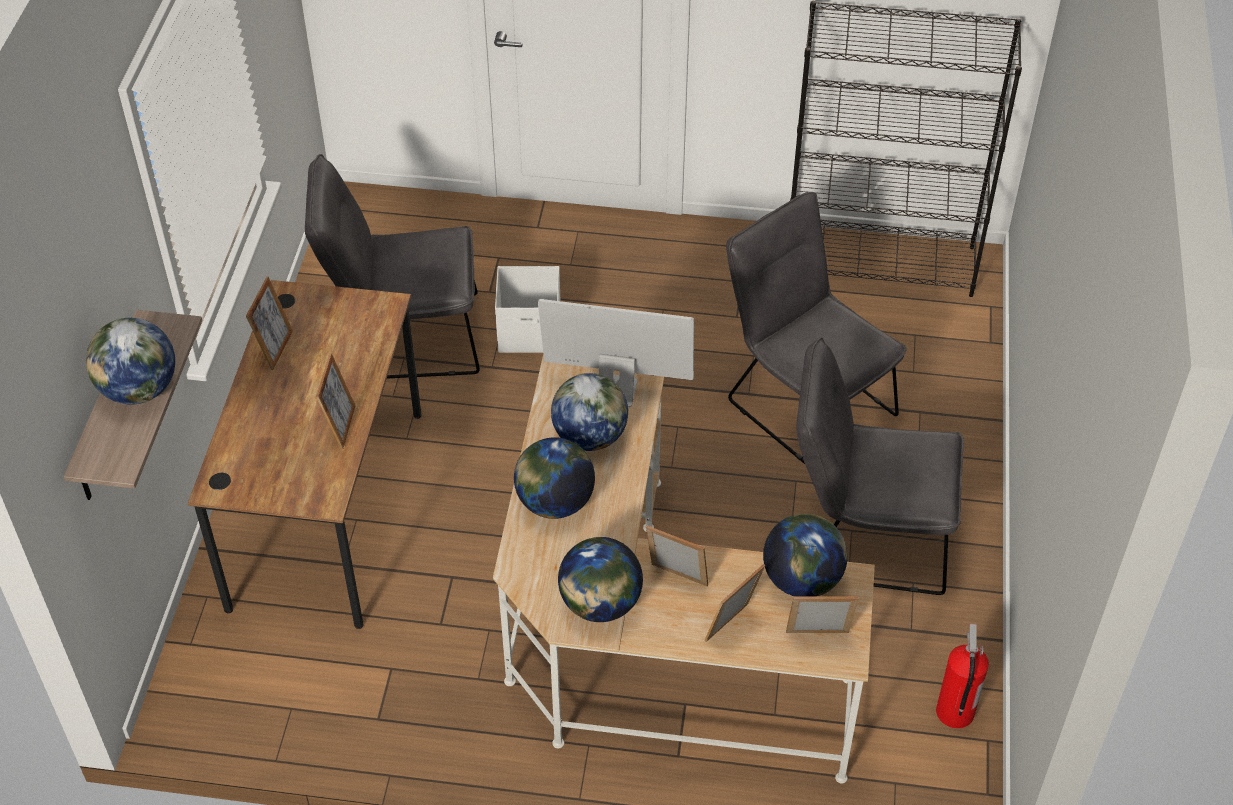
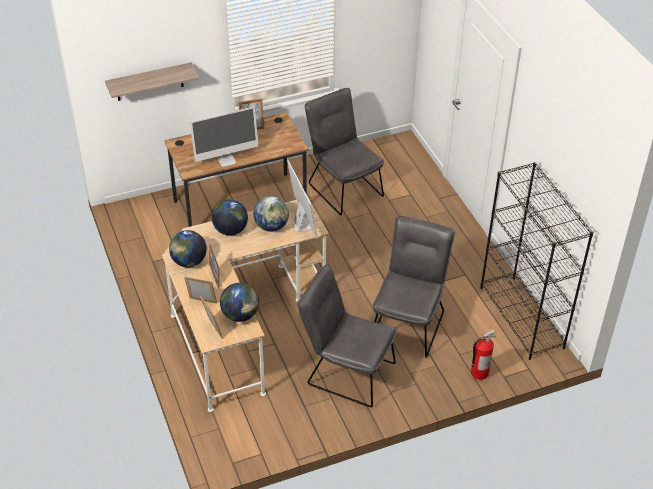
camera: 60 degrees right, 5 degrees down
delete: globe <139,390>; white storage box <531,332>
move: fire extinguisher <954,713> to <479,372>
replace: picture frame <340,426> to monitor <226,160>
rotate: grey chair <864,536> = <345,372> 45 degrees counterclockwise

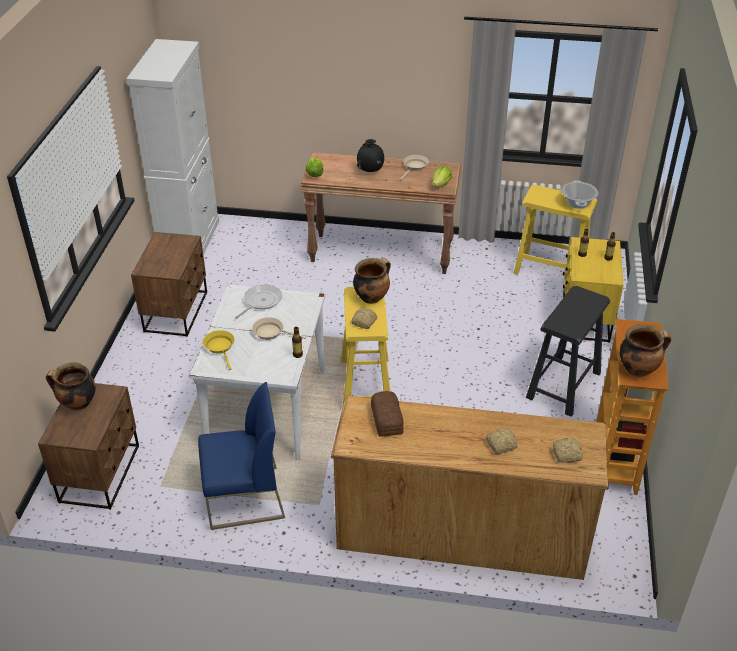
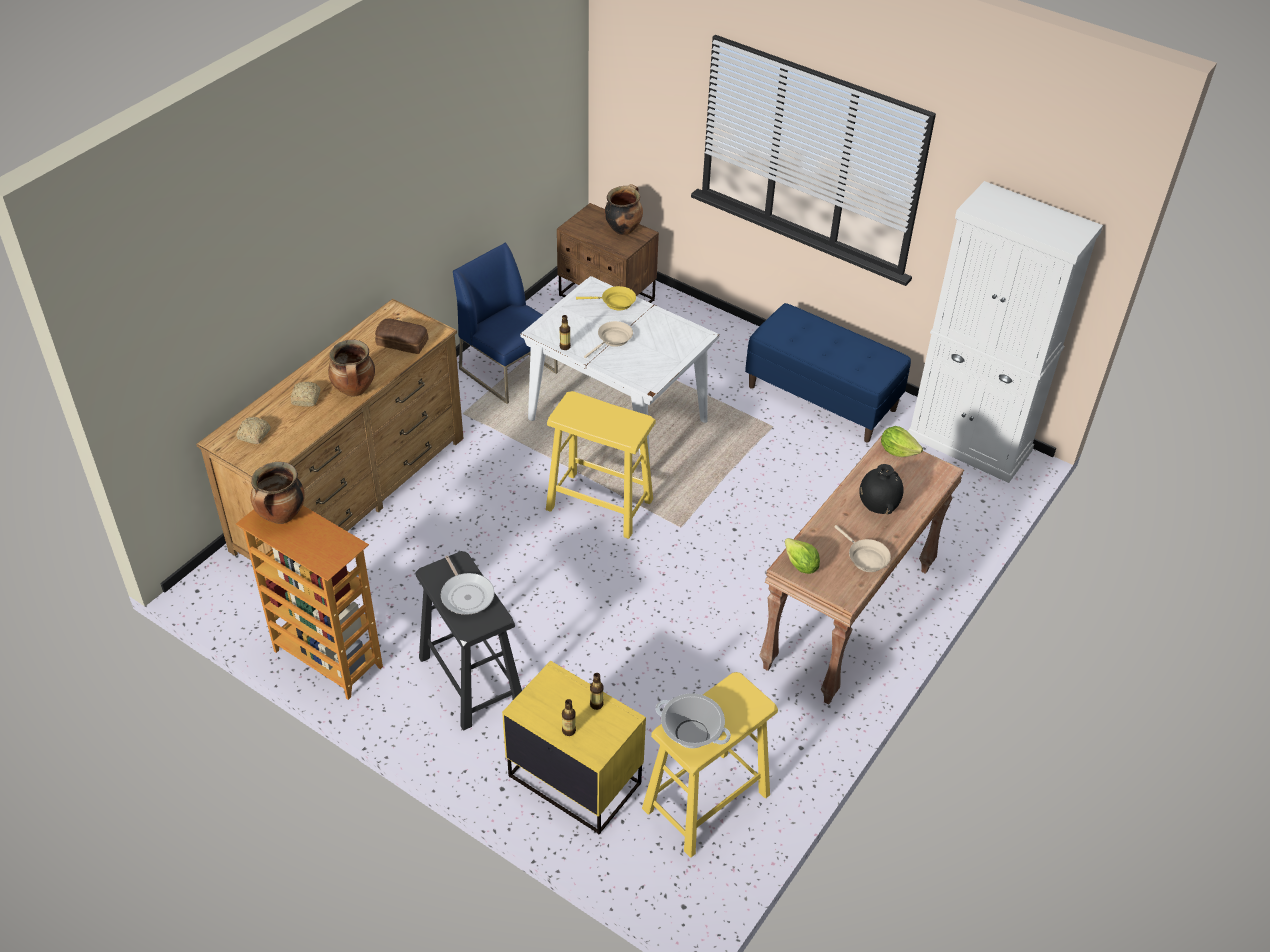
camera: 115 degrees right, 5 degrees up
delete: bread <363,322>
move: frying pan <261,301> to <466,595>; cooking pot <371,297> to <355,390>
replace: brown nightstand <177,312> to blue bench <822,398>
rotate: blue chair <243,498> = <509,371> 120 degrees clockwise

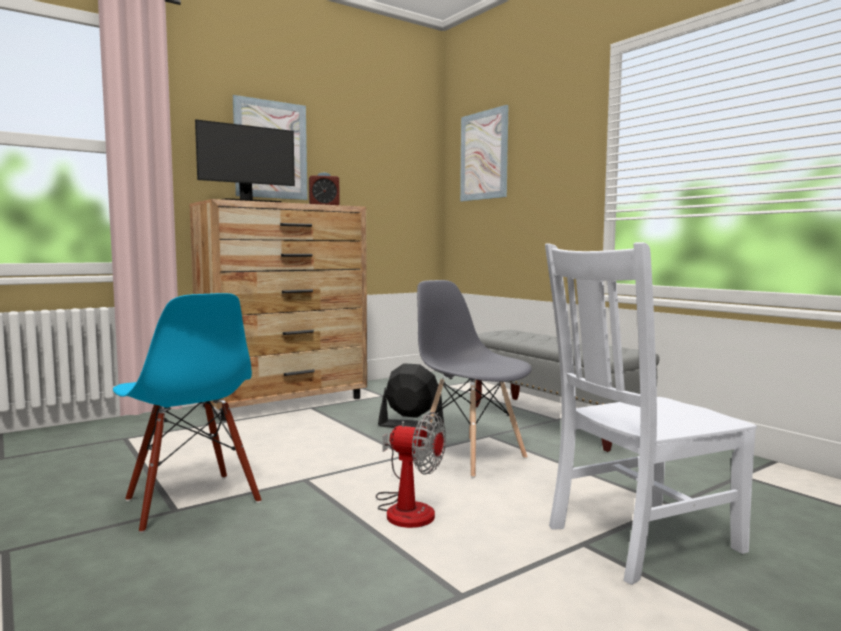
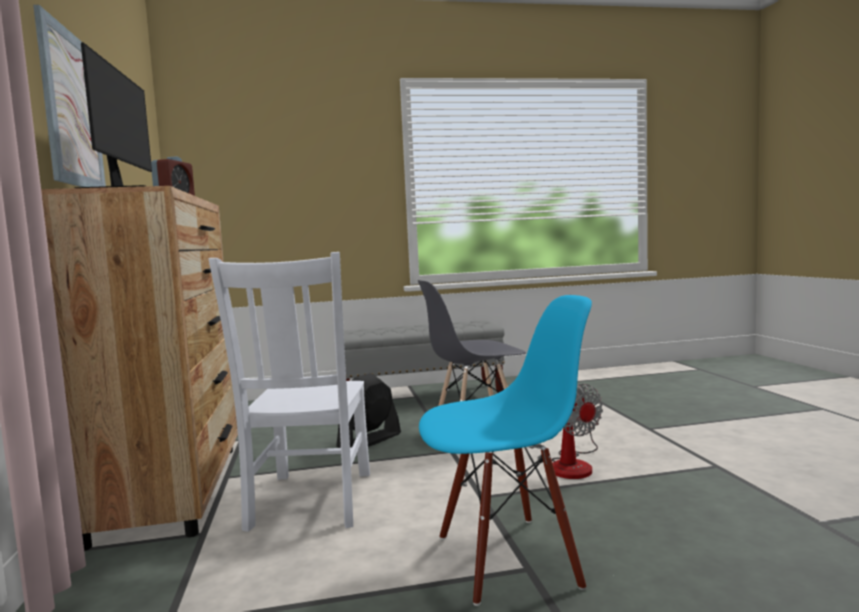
camera: 65 degrees left, 0 degrees up
delete: picture <484,155>
move: white chair <638,539> to <310,502>
rotate: fan <406,508> = <574,464> 105 degrees clockwise

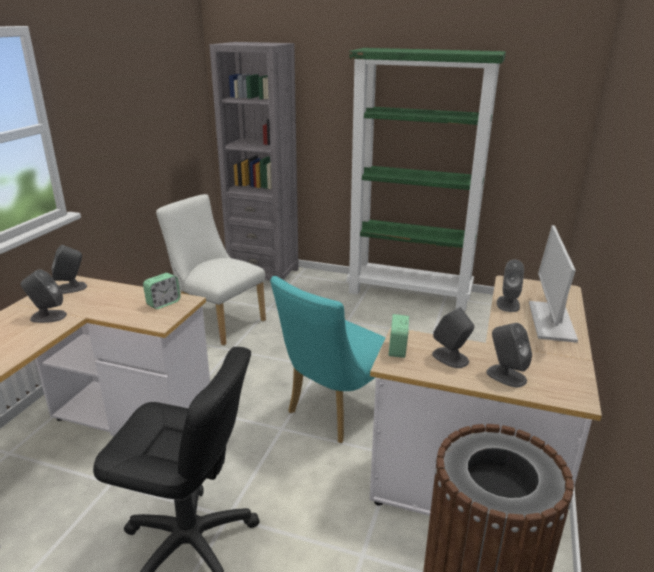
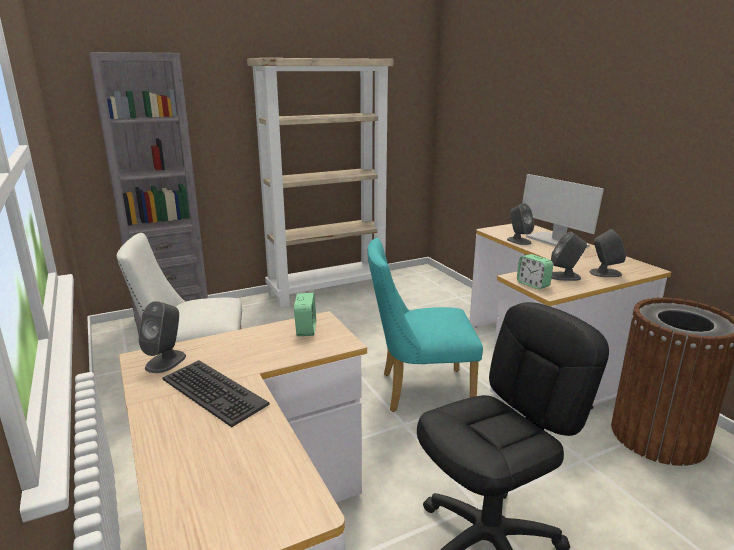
camera: 45 degrees left, 5 degrees down
replace: grey speaker <48,316> to keyboard <212,392>
recolor: green bookcase <410,293> to beige bookcase <328,290>
rotate: turquoise chair <335,412> = <418,391> 90 degrees clockwise

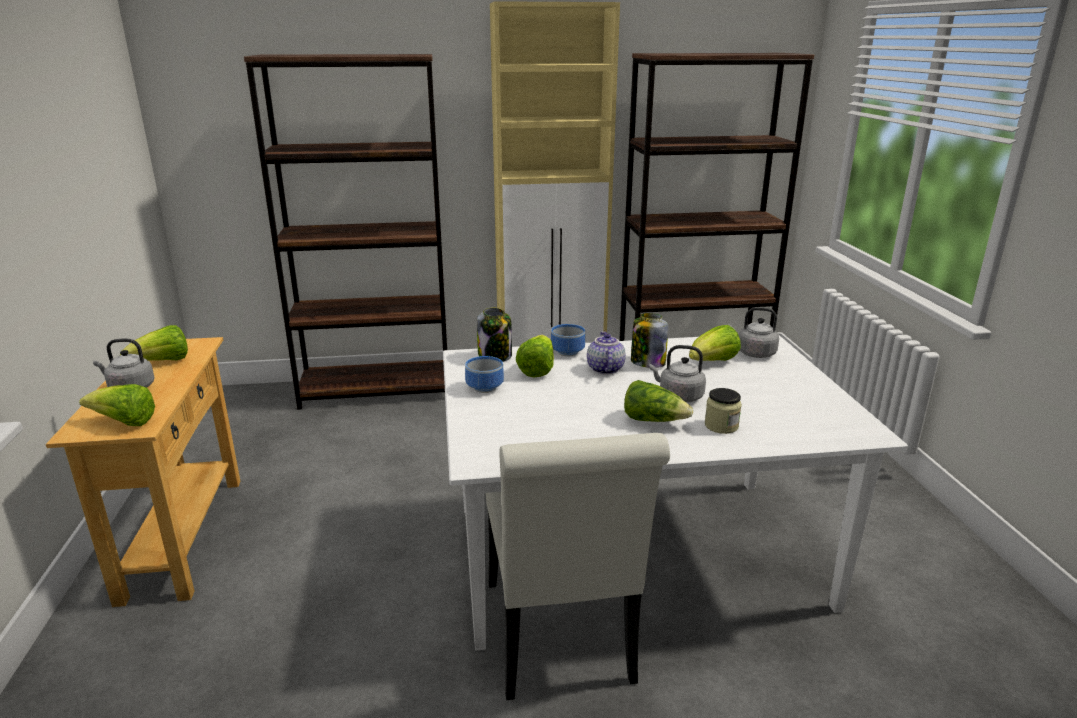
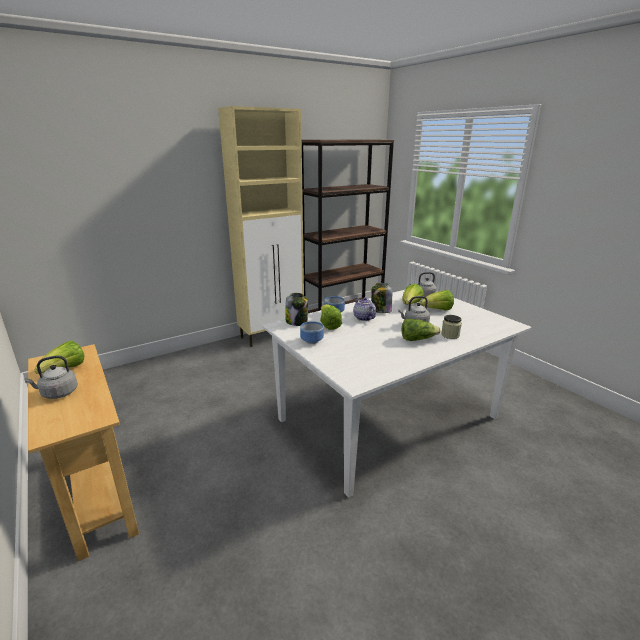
camera: 25 degrees left, 0 degrees up
delete: brown bookcase <377,391>; white chair <560,640>
move: lettuce <125,423> to <437,310>

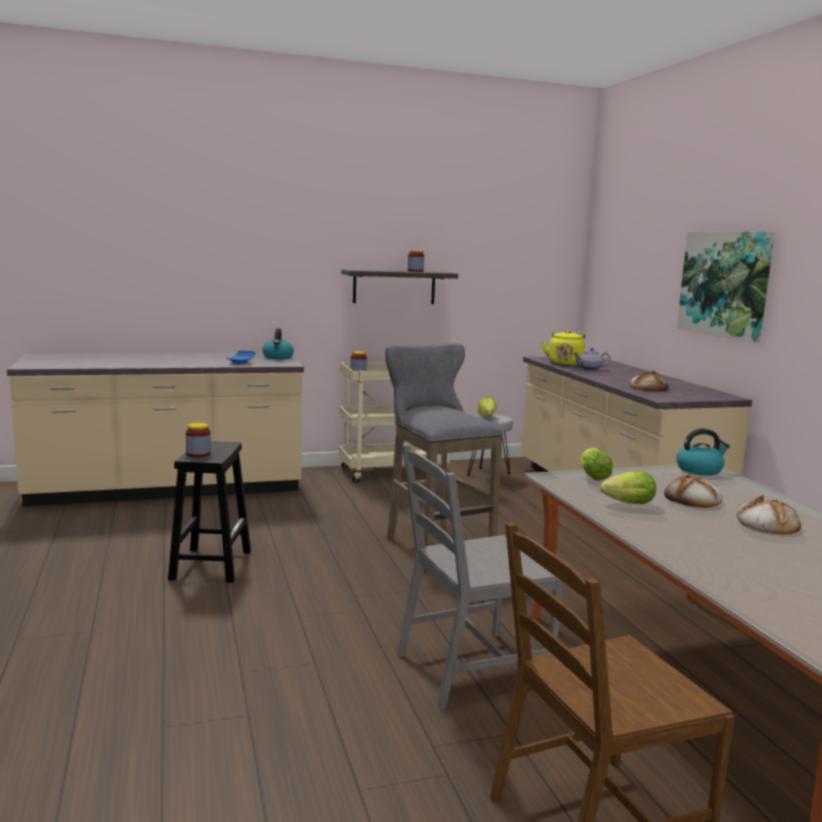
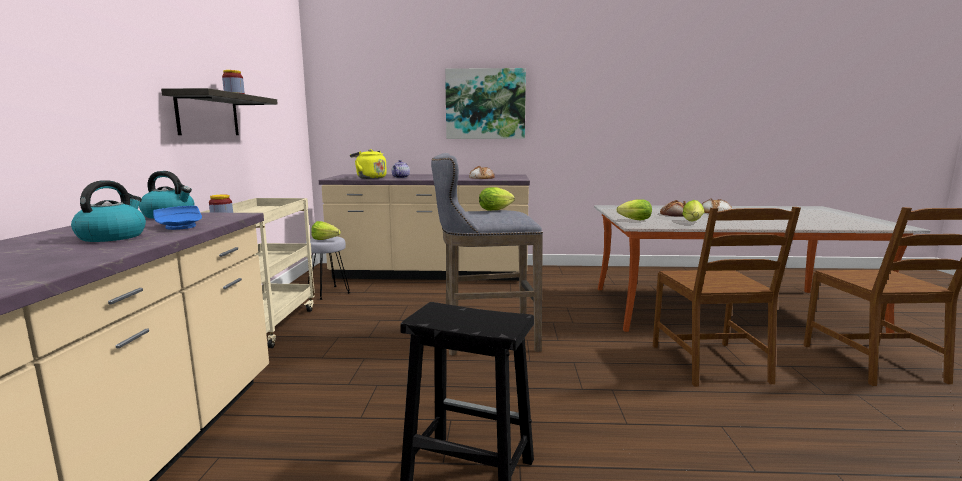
camera: 70 degrees left, 0 degrees up
delete: jar <198,454>
insert: lettuce <497,210>
move: kettle <699,470> to <113,236>
recolor: grey chair <470,669> to brown chair <711,363>

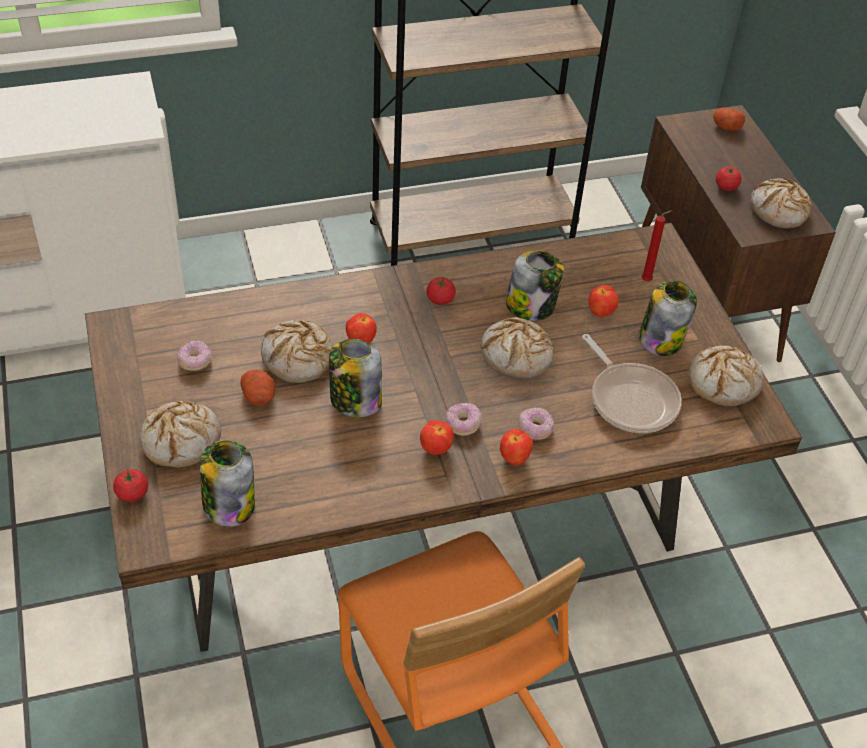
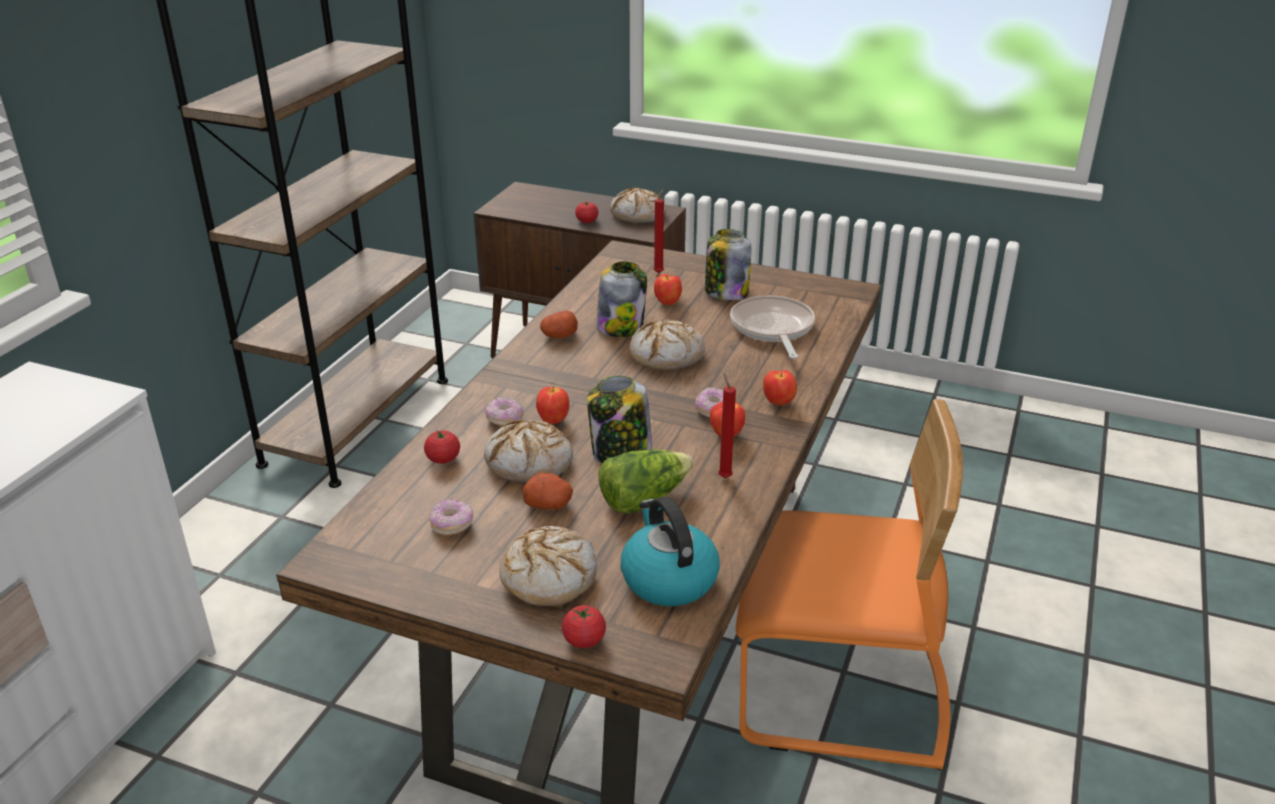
camera: 50 degrees left, 15 degrees down
delete: bread <724,383>
insert: lettuce <643,498>; red candle <724,476>
move: tomato <440,299> to <443,459>; donut <535,429> to <504,419>; potato <726,127> to <559,336>
replace: jar <228,504> to kettle <668,578>
rotate: frying pan <631,399> = <772,329> 105 degrees counterclockwise

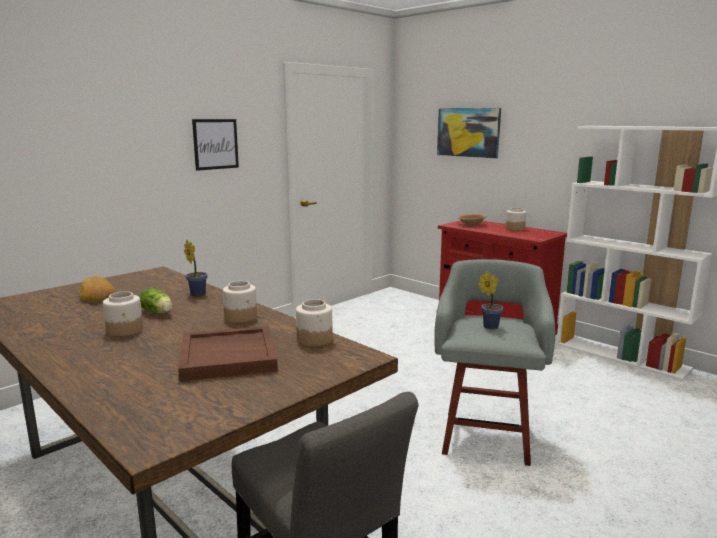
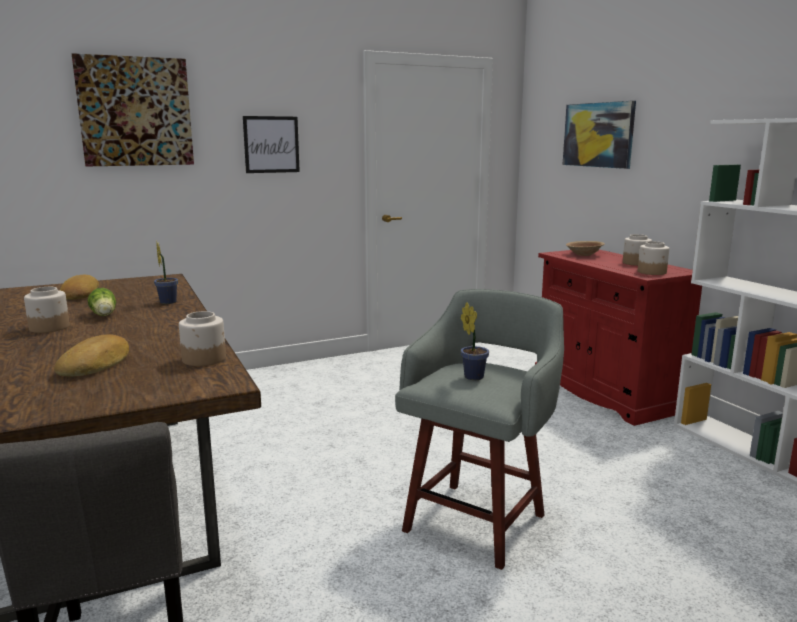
camera: 20 degrees right, 0 degrees up
insert: picture <135,112>
move: jar <241,317> to <652,272>
replace: brown tray <229,356> to bread <96,364>

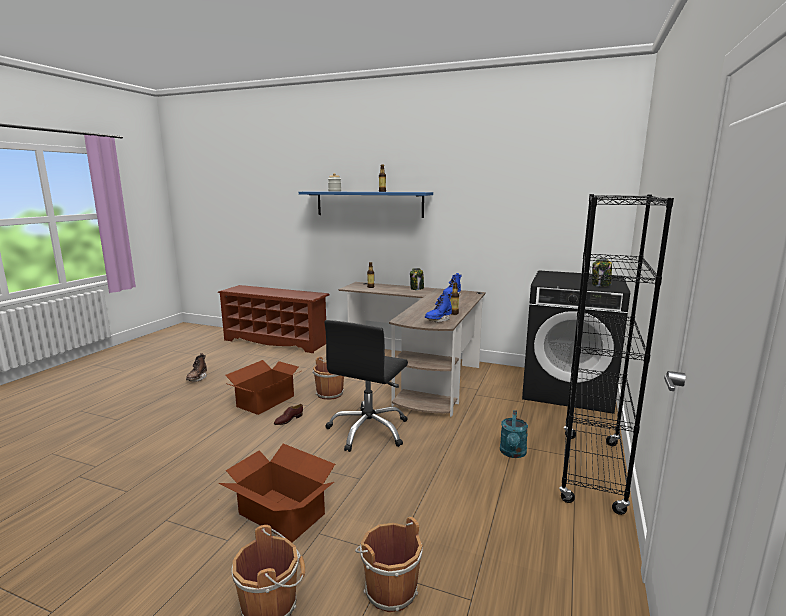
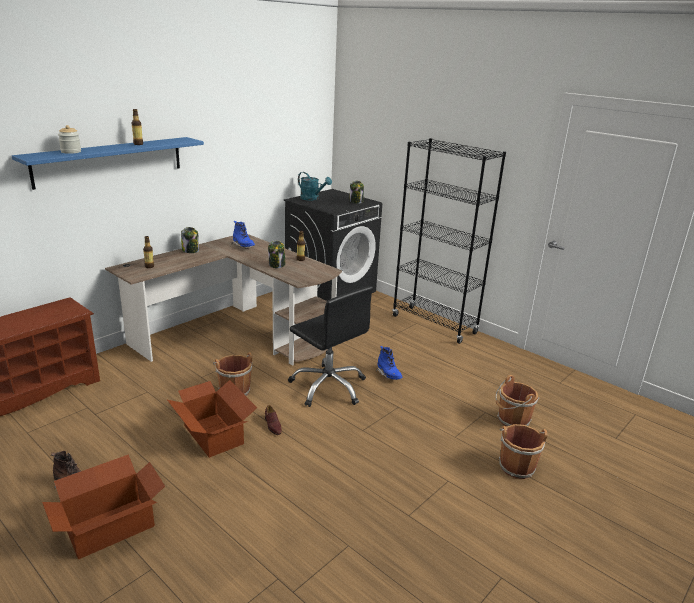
camera: 70 degrees left, 10 degrees up
insert: jar <277,265>
move: cardboard box <282,513> to <109,527>; blue boot <438,320> to <388,375>; turquoise watering can <513,453> to <312,199>

